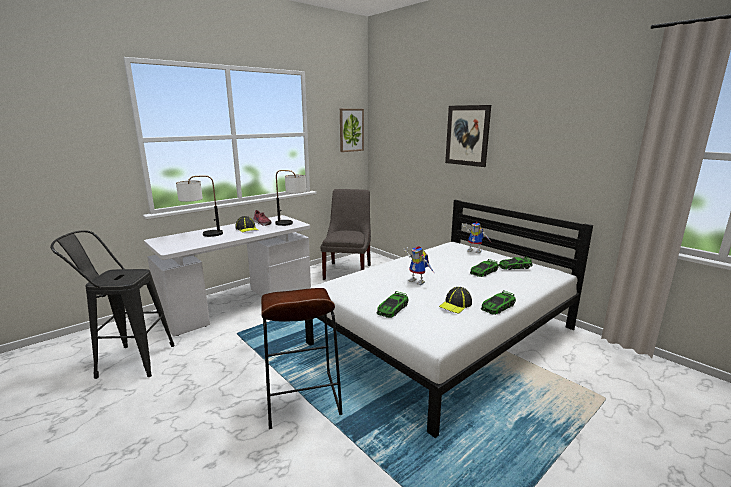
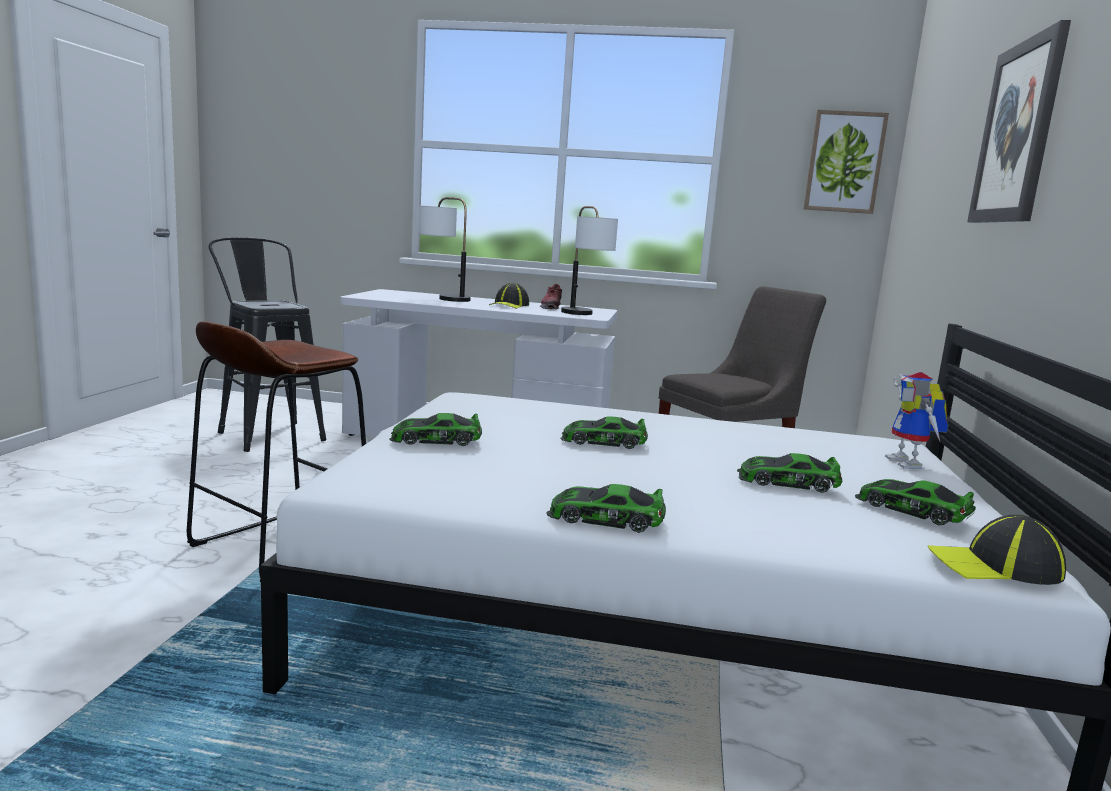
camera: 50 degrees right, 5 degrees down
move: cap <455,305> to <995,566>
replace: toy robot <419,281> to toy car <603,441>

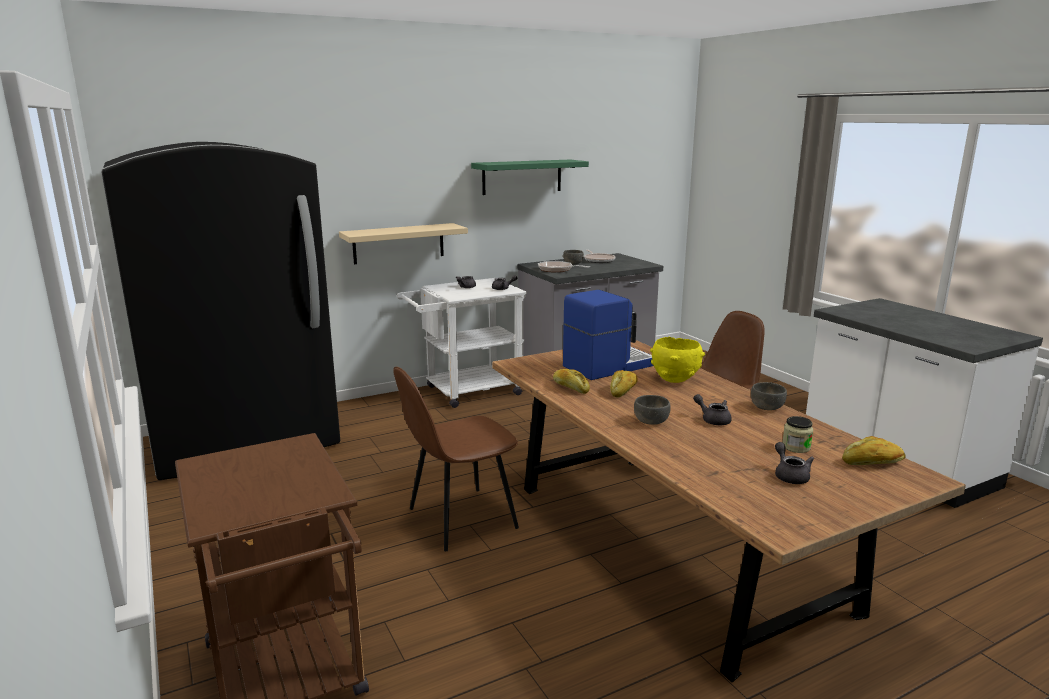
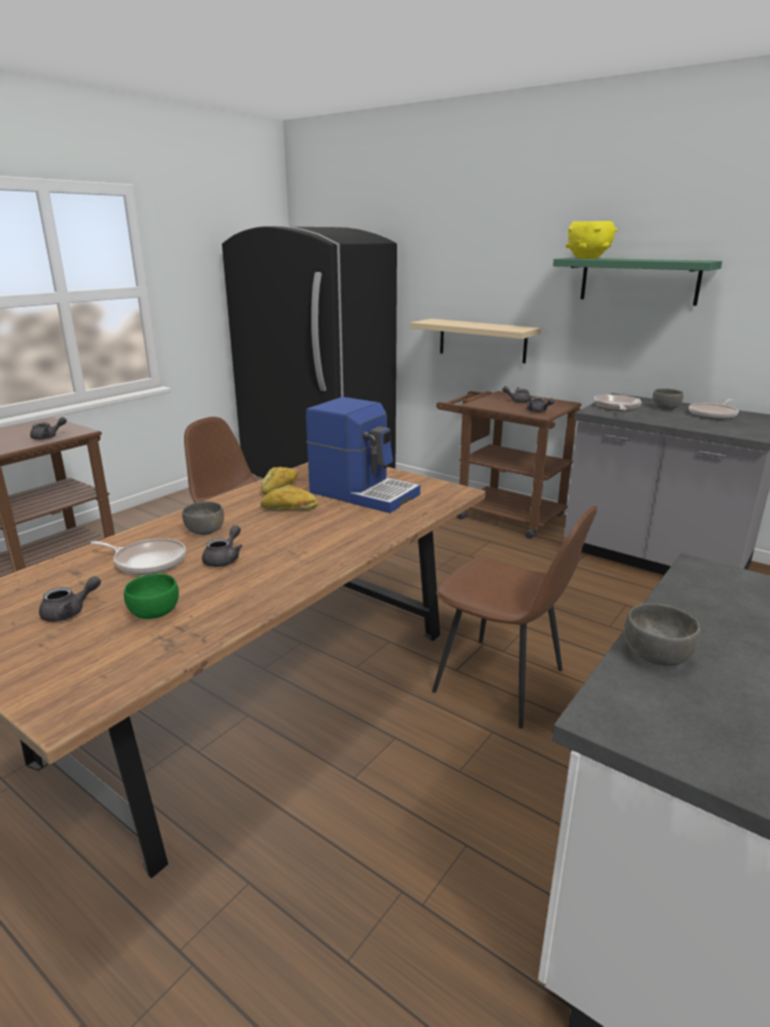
camera: 65 degrees right, 5 degrees up
delete: bread <872,463>
insert: grey teapot <48,437>; frying pan <147,561>
move: yellow bowl <675,379> to <588,258>; grey bowl <767,407> to <657,655>
replace: jar <796,447> to green bowl <155,612>
recolor: white cart <466,392> to brown cart <501,514>

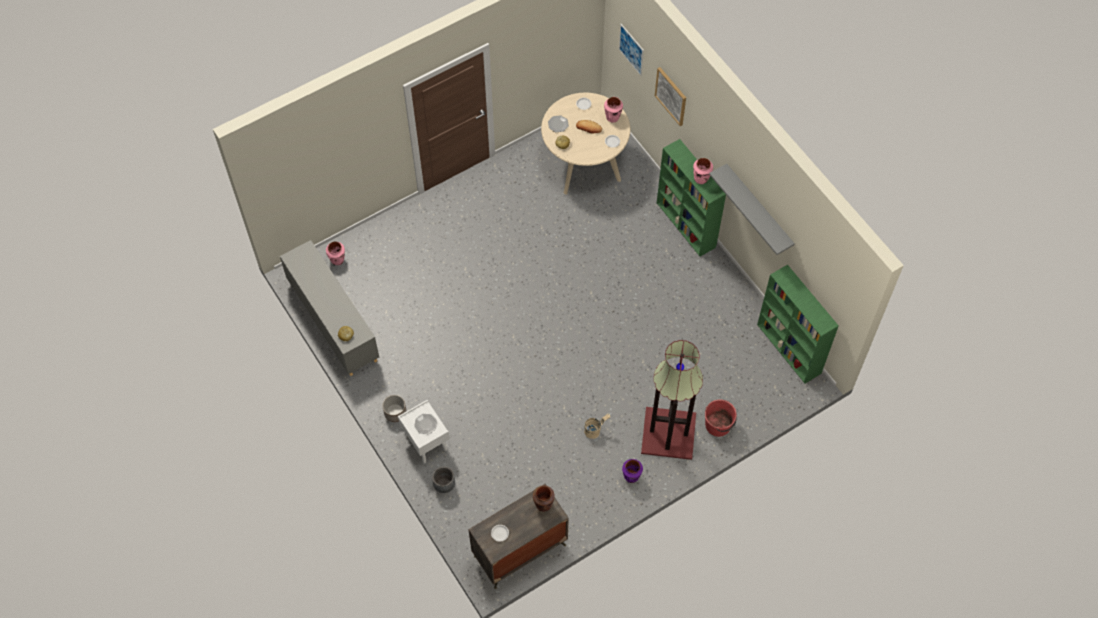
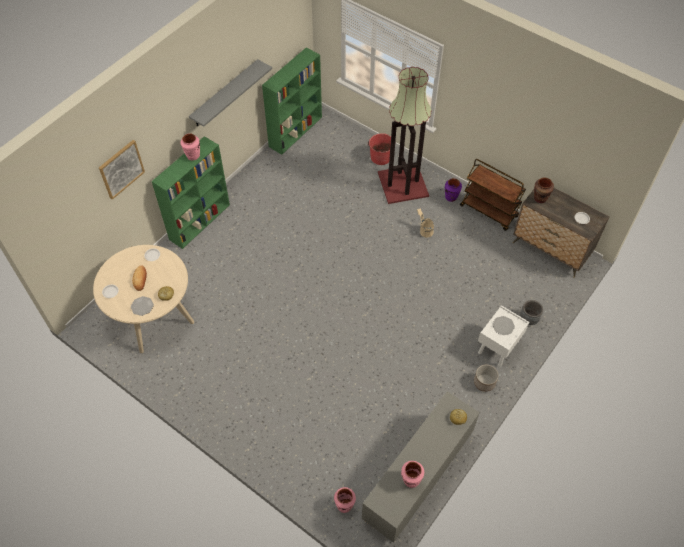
camera: 110 degrees left, 5 degrees down
delete: picture <631,49>
insert: brown cart <489,211>
move: pink vase <612,117> to <411,480>

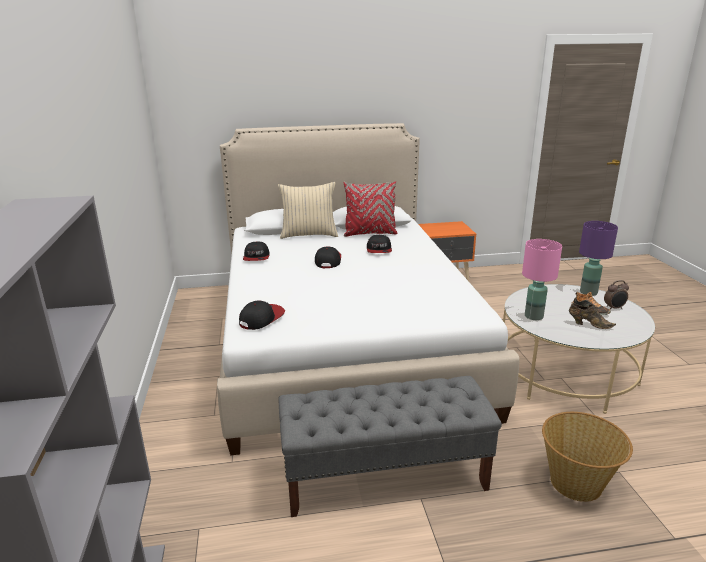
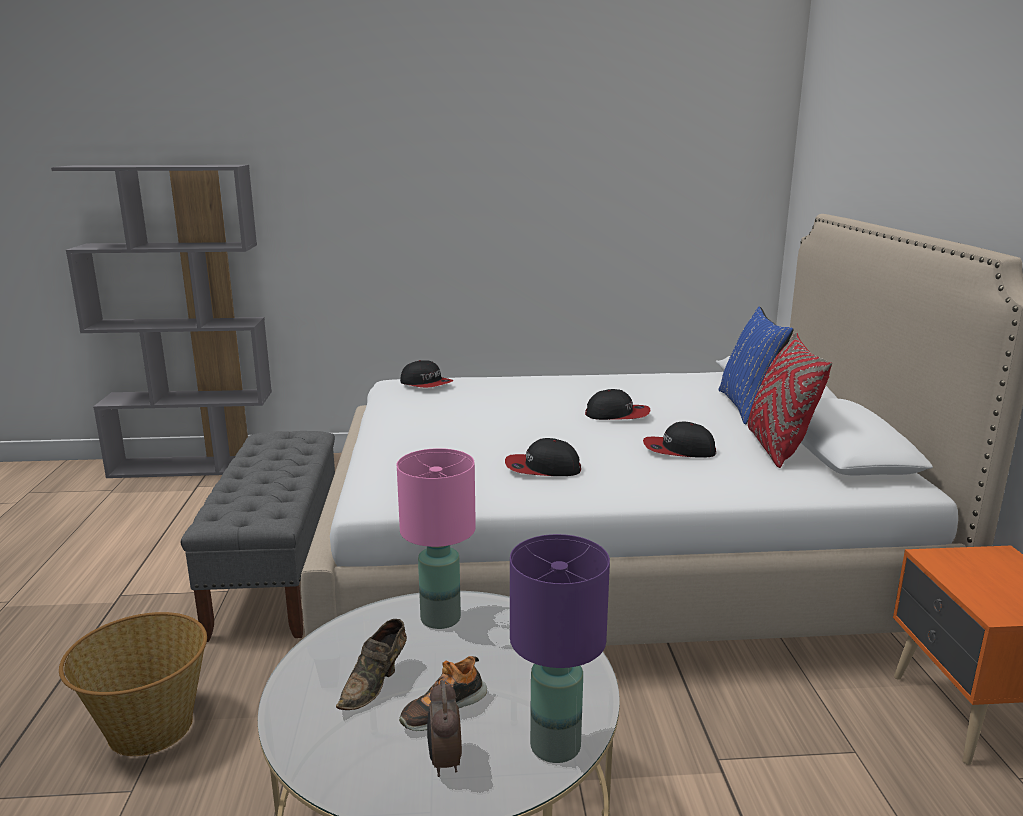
camera: 95 degrees right, 5 degrees down
move: cap <256,257> to <542,468>
recolor: beige pillow <309,235> to blue pillow <748,407>

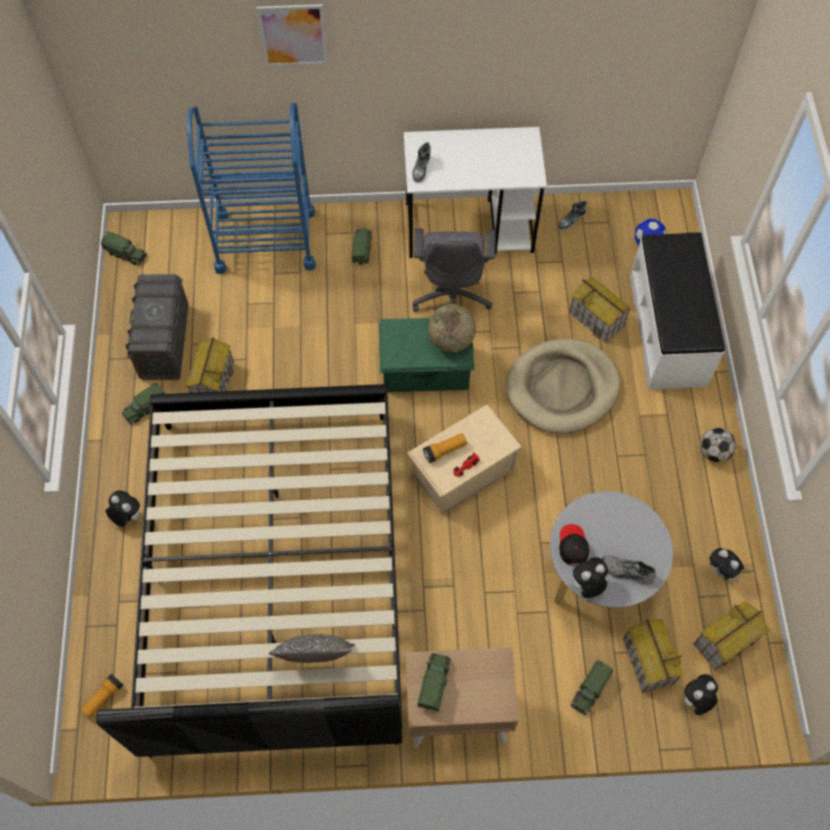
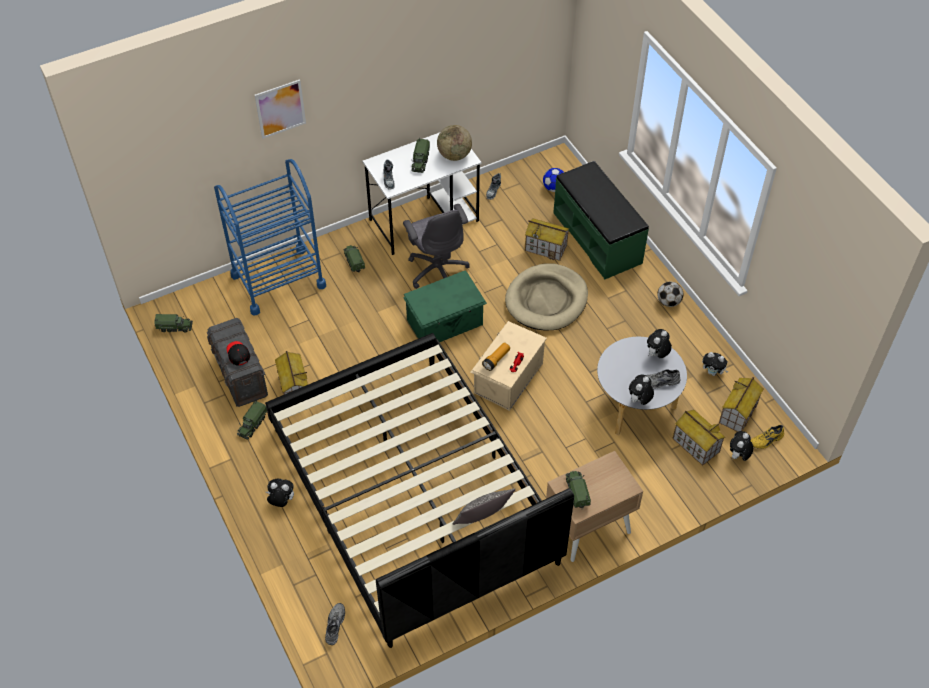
camera: 25 degrees left, 10 degrees down
insert: plush toy <657,354>; yellow shoe <767,440>
move: globe <451,340> to <454,155>; black cap <572,546> to <238,354>; toy truck <590,690> to <420,161>
replace: flashlight <103,698> to grey shoe <334,625>
recolor: white bench <668,330> to green bench <598,237>

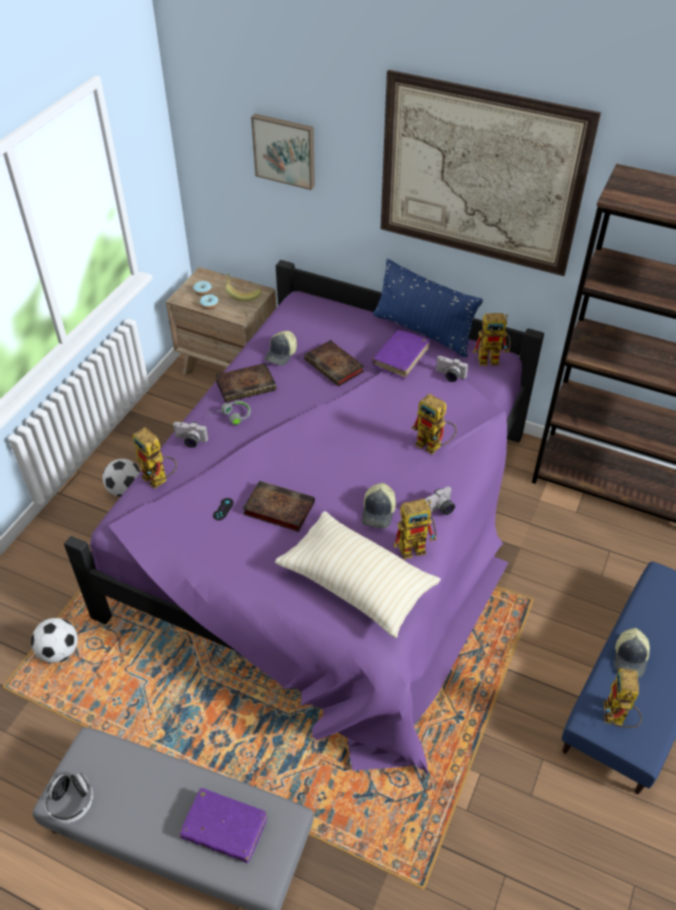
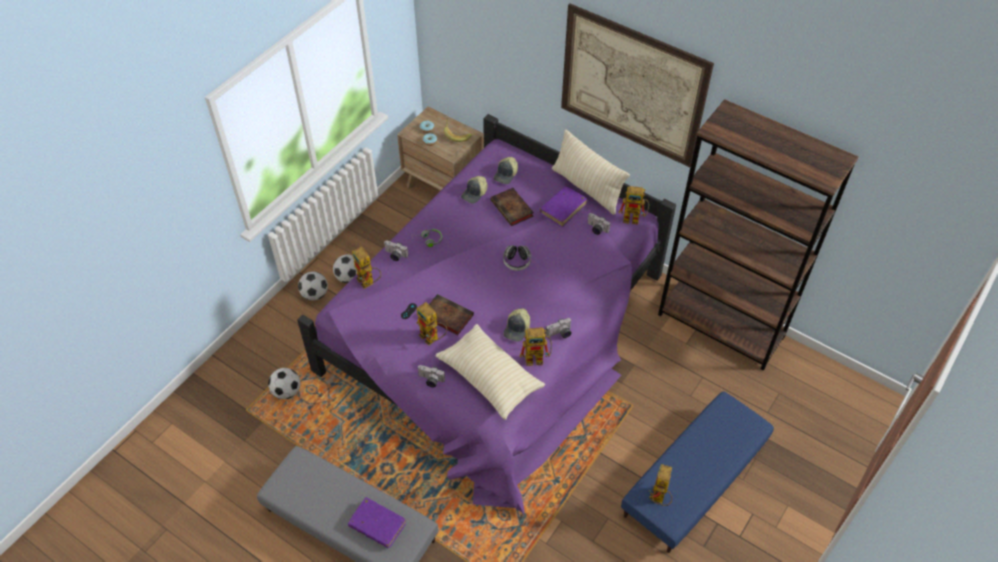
camera: 10 degrees right, 5 degrees up
delete: book <247,385>; picture <285,150>
insert: football <315,294>; photo camera <430,380>
move: headphones <71,802> to <517,262>; toy robot <433,446> to <432,338>; cap <630,657> to <506,174>
recolor: blue pillow <423,332> to beige pillow <587,188>

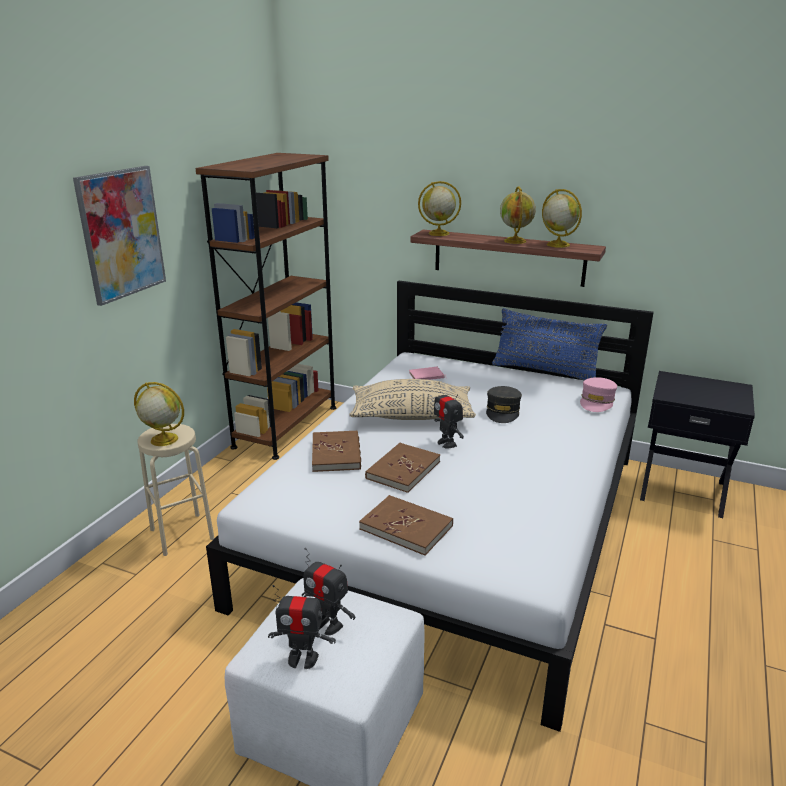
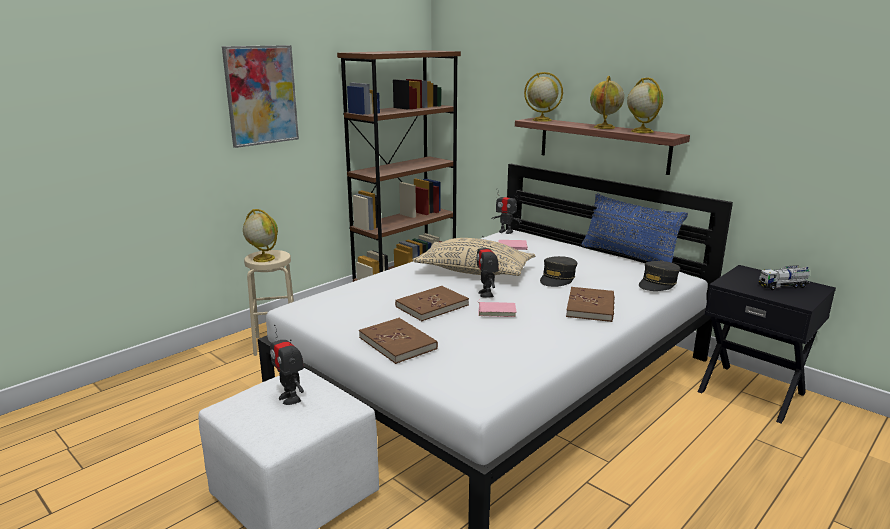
camera: 20 degrees right, 5 degrees down
insert: pink book <497,311>; toy truck <783,286>
move: toy robot <302,658> to <505,231>; brown book <336,454> to <591,307>
recolor: pink cap <597,401> to grey cap <658,283>

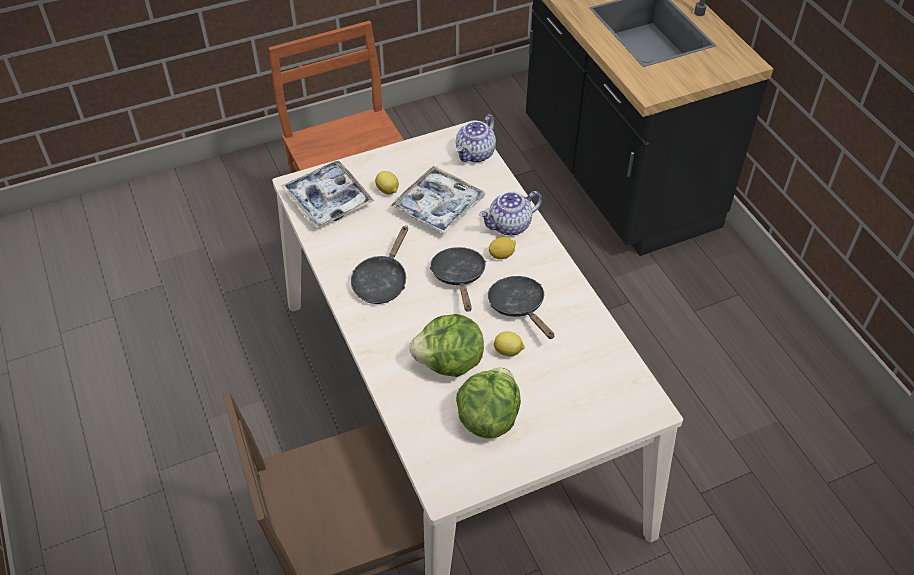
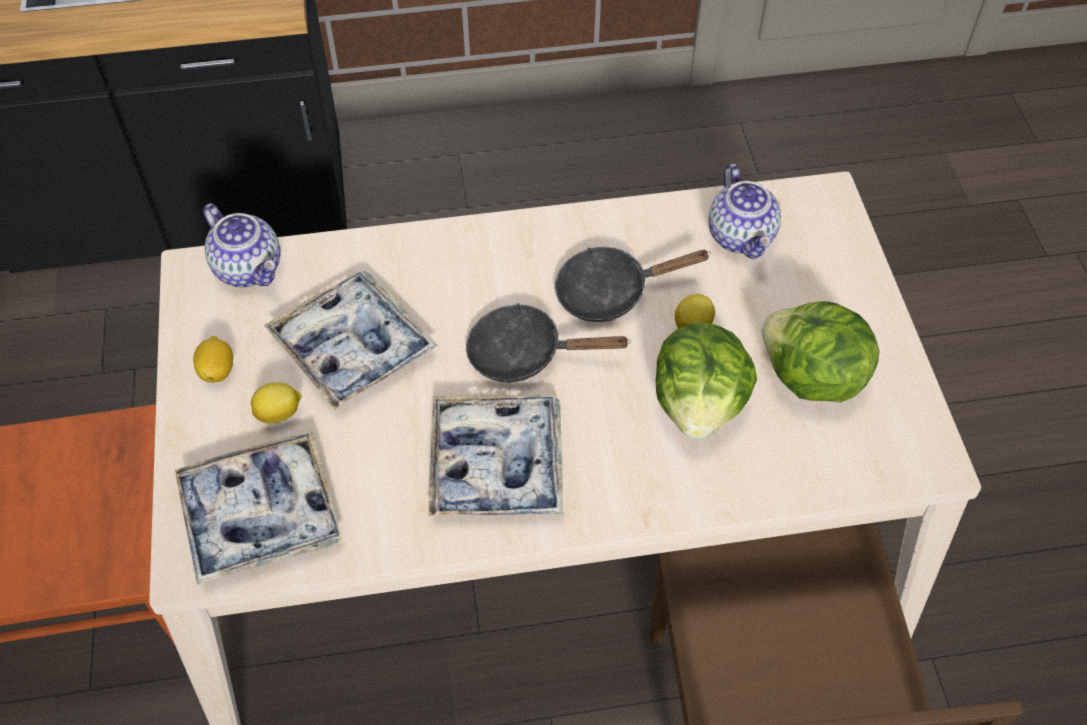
camera: 75 degrees left, 5 degrees up
move: teapot <509,226> to <742,236>; lemon <501,255> to <217,370>
replace: black frying pan <382,281> to tray <496,464>

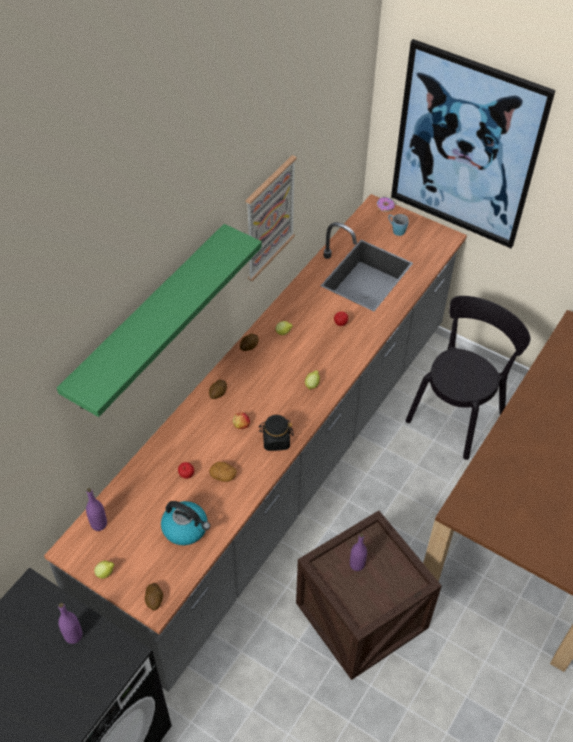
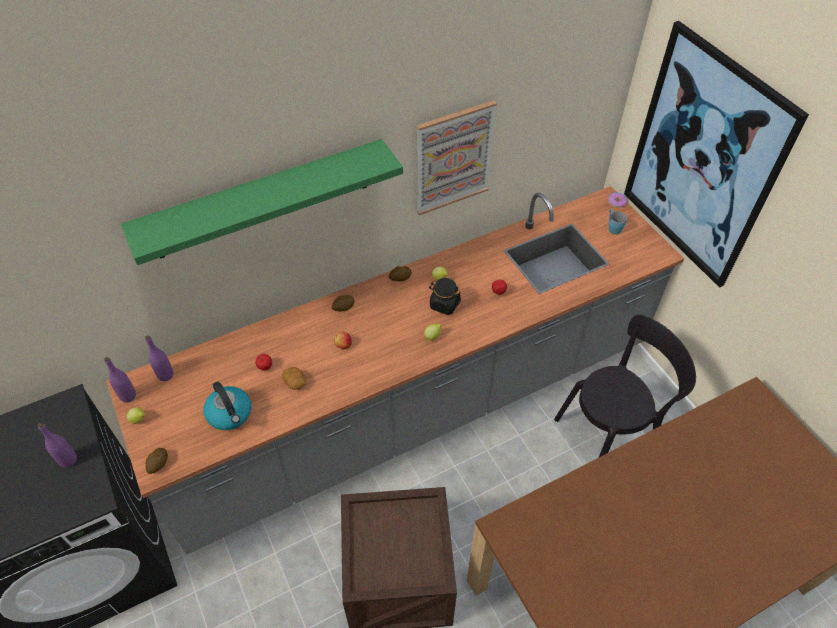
camera: 30 degrees right, 0 degrees up
move: black jar <276,441> to <444,304>; purple bottle <357,564> to <128,396>

